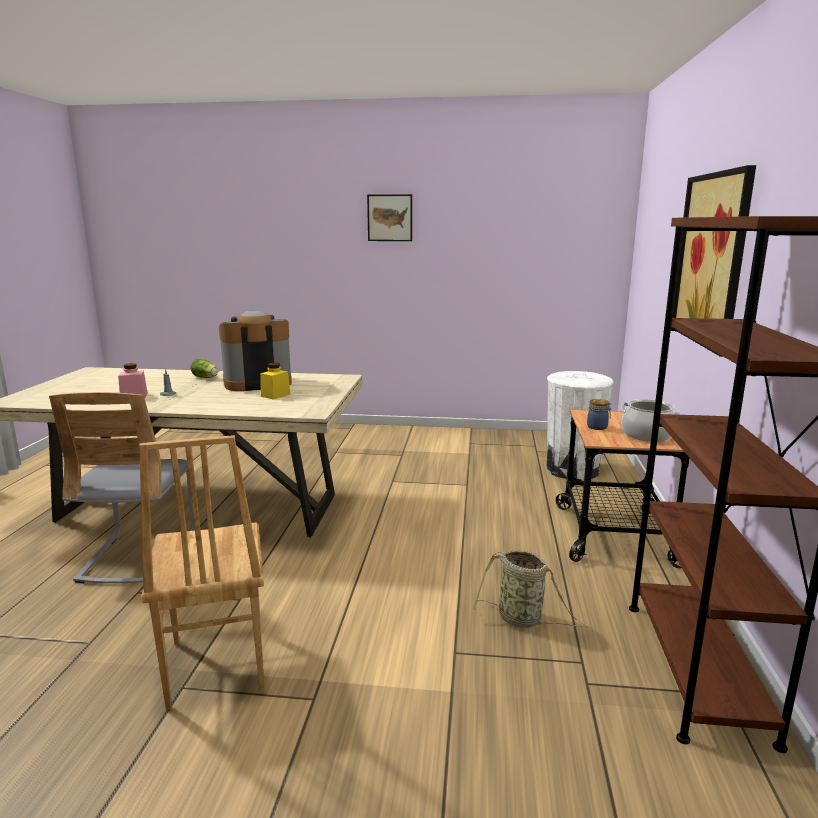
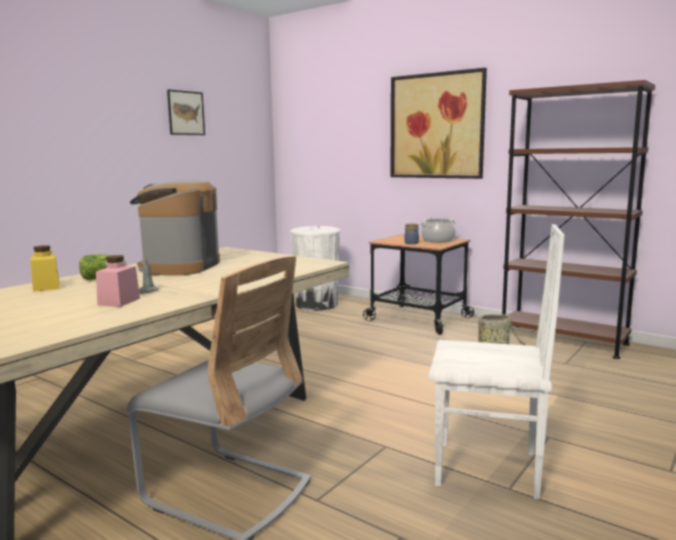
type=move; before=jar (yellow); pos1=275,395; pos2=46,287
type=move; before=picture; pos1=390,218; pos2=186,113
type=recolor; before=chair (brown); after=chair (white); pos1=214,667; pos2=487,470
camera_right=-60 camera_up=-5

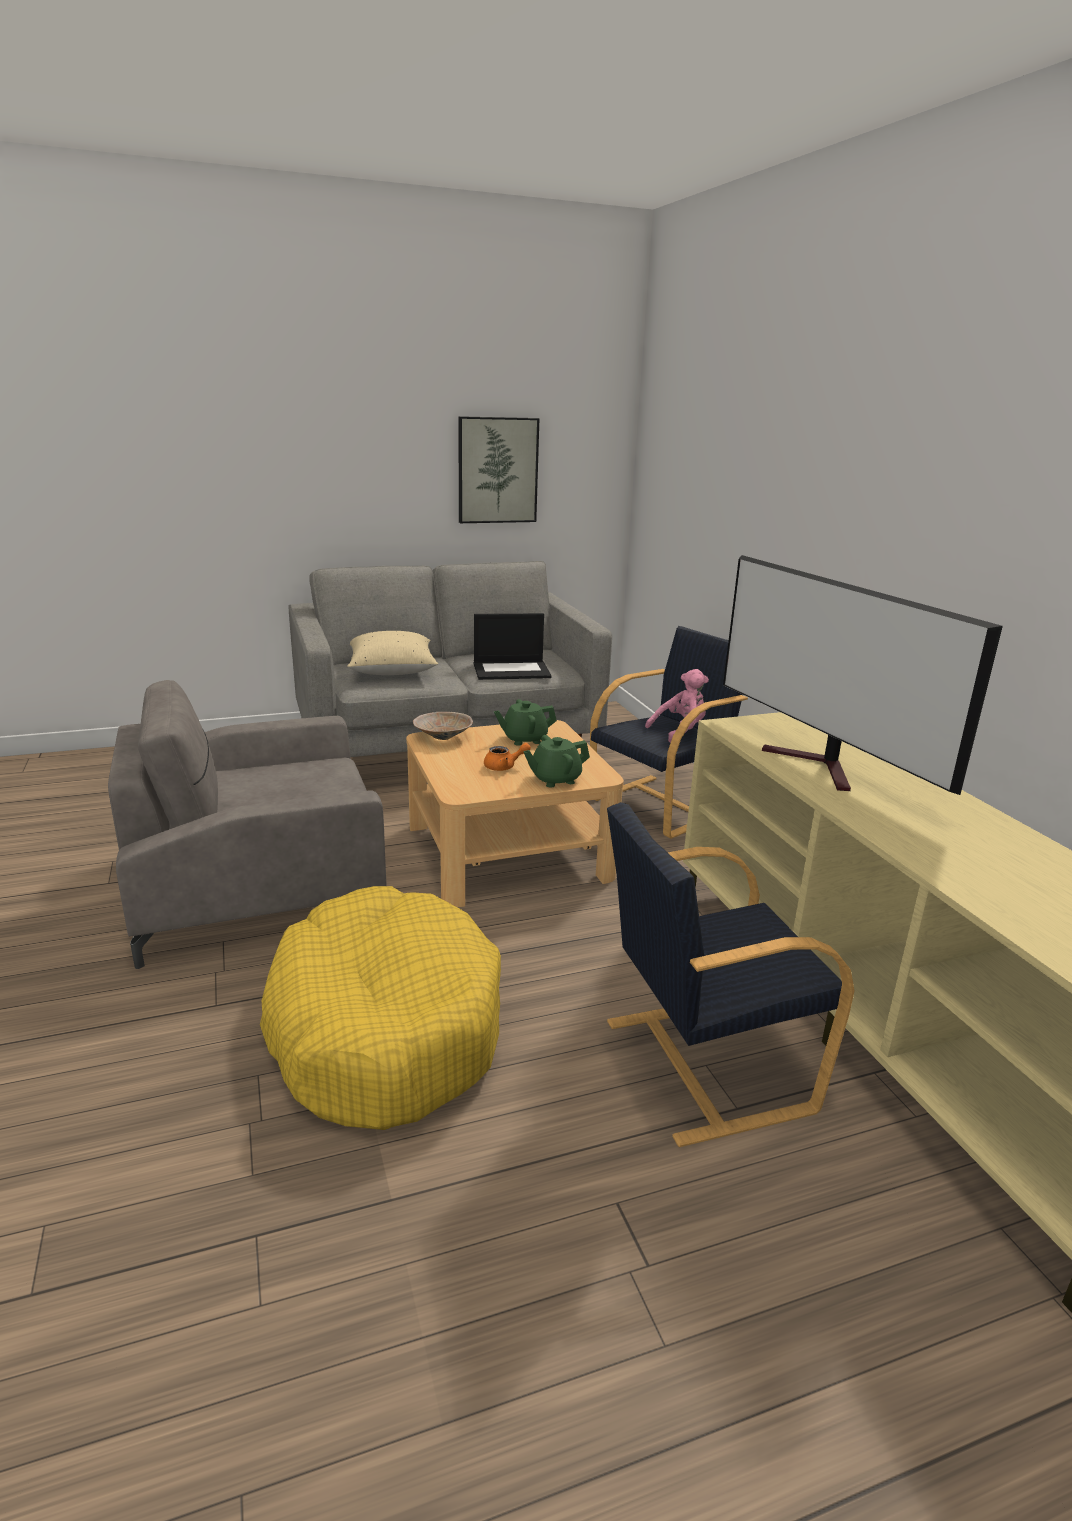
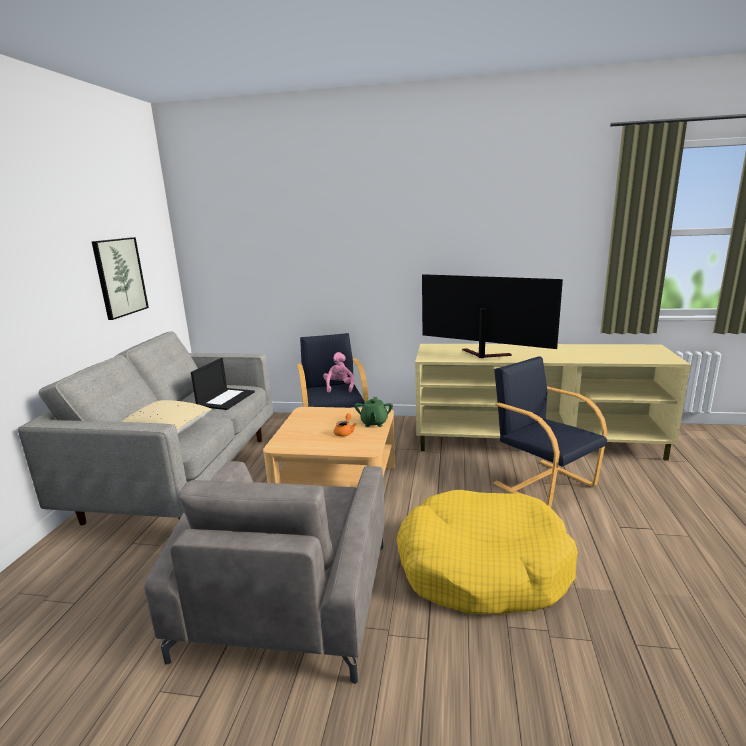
type=delete; before=bowl (beige); pos1=442,736
type=delete; before=teapot (green); pos1=524,739
type=rotate; before=armchair (black); pos1=702,1064; pos2=543,483; turn=135
type=rotate; before=television; pos1=821,767; pos2=482,355; turn=-150
camera_right=-60 camera_up=-5

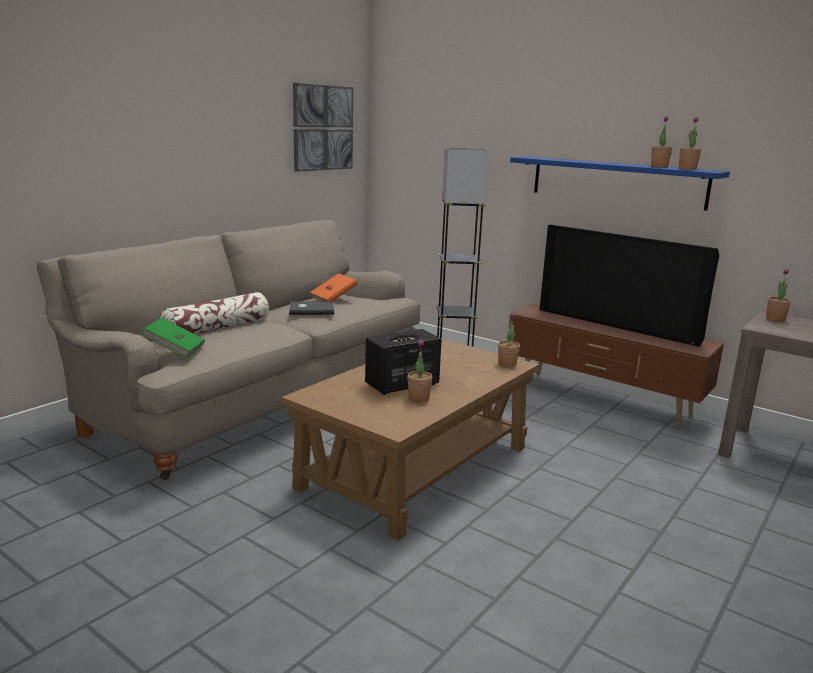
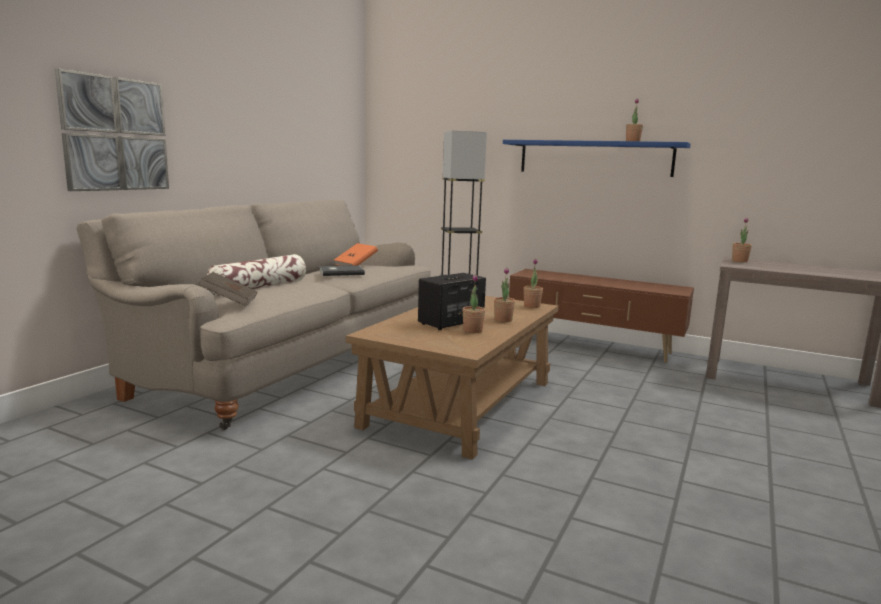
type=delete; before=television; pos1=618,325
type=move; before=picture; pos1=323,128; pos2=115,134
type=move; before=potted plant; pos1=687,169; pos2=503,320
type=recolor; before=book (green); after=book (brown); pos1=175,350; pos2=229,301
camera_right=-10 camera_up=-5

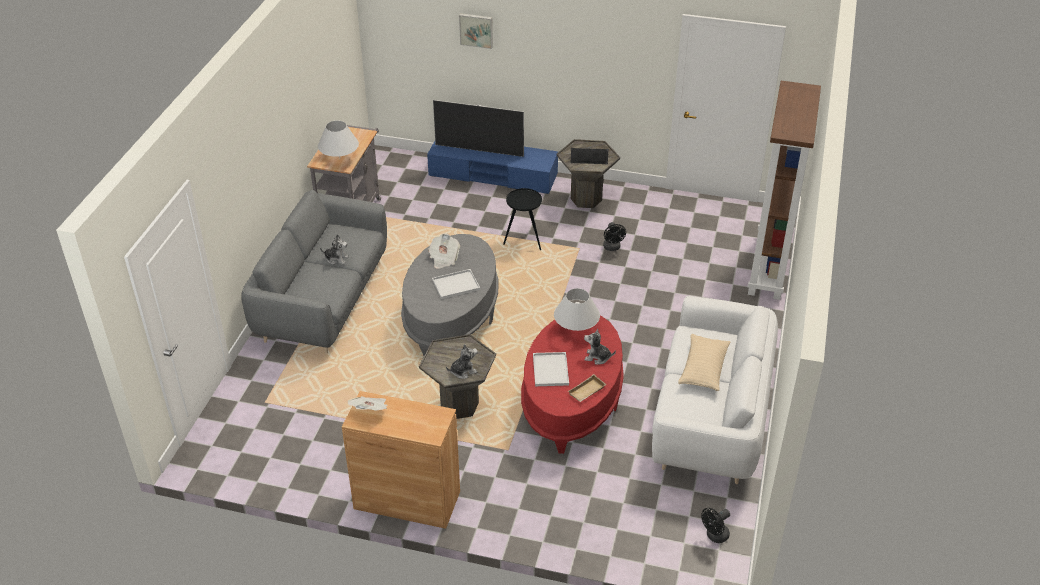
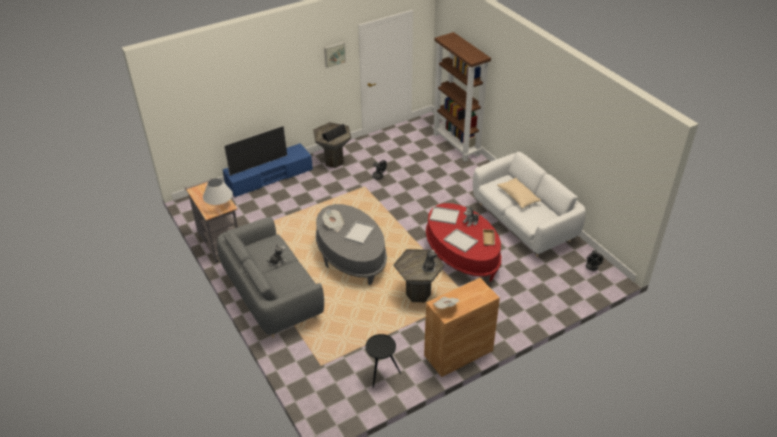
type=move; before=picture; pos1=476,30; pos2=334,54
type=move; before=side table (black); pos1=524,240; pos2=381,374
type=replace; before=table lamp (white); after=tray (white); pos1=576,329; pos2=443,216
camera_right=-45 camera_up=0

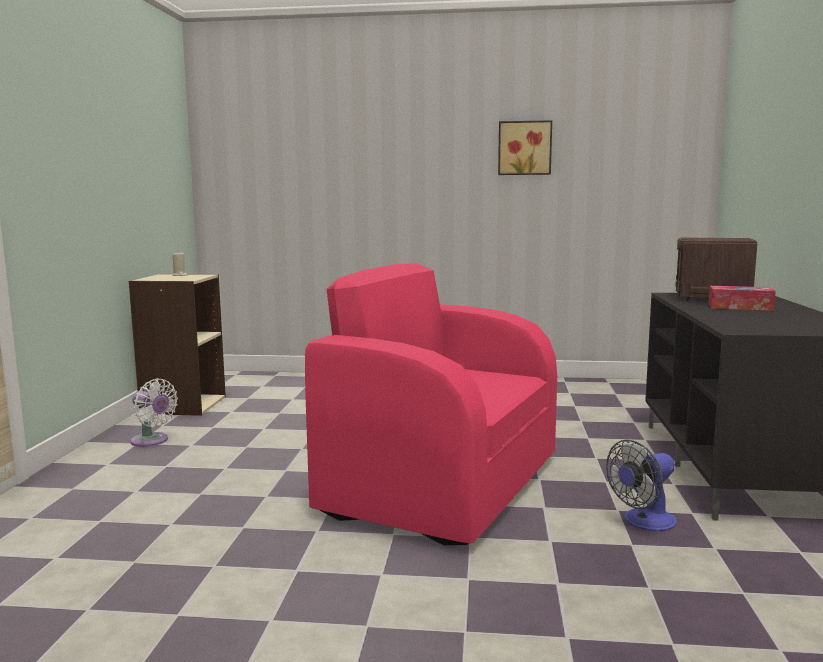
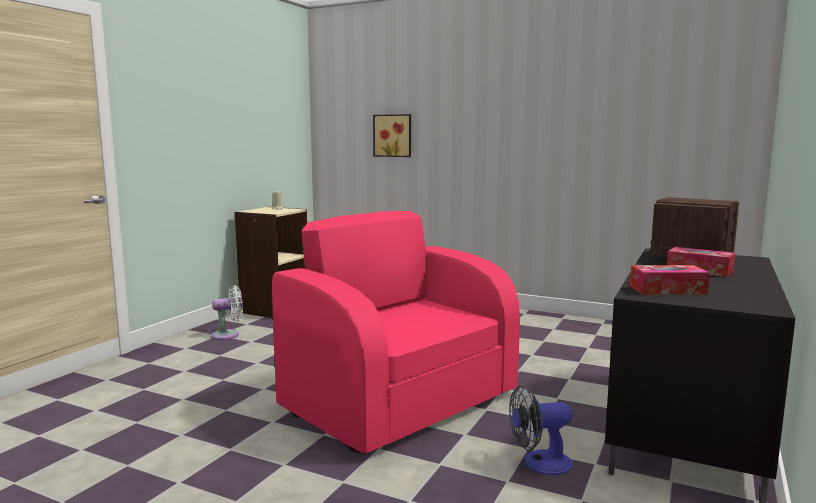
type=insert; after=tissue box; pos2=667,290
type=move; before=picture; pos1=524,148; pos2=393,135
type=rotate; before=fan (white); pos1=152,441; pos2=228,335; turn=-75
camera_right=20 camera_up=0

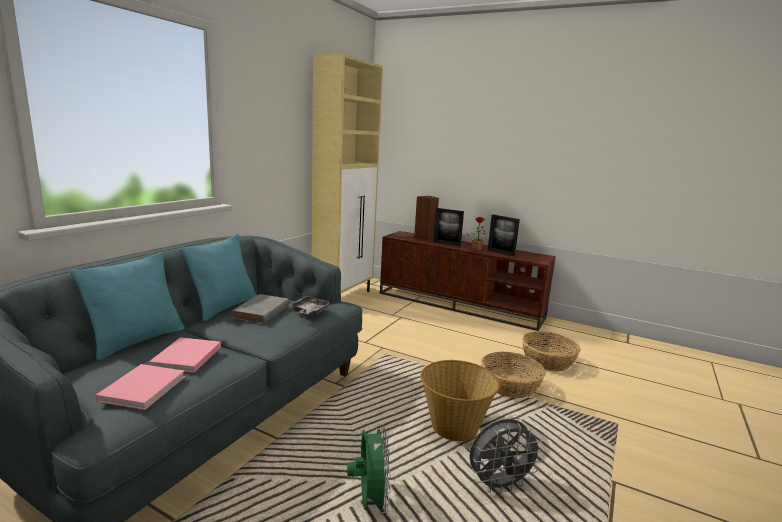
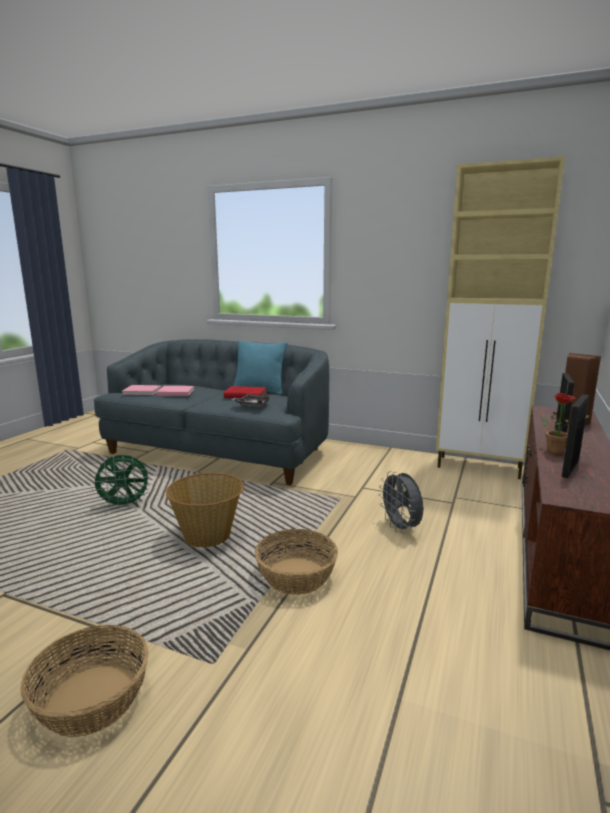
type=delete; before=pillow (turquoise); pos1=137,341
type=move; before=fan (grey); pos1=499,485; pos2=401,528
type=move; before=basket; pos1=548,361; pos2=91,699
type=recolor; before=book (grey); after=book (red); pos1=260,313; pos2=244,395
camera_right=85 camera_up=0

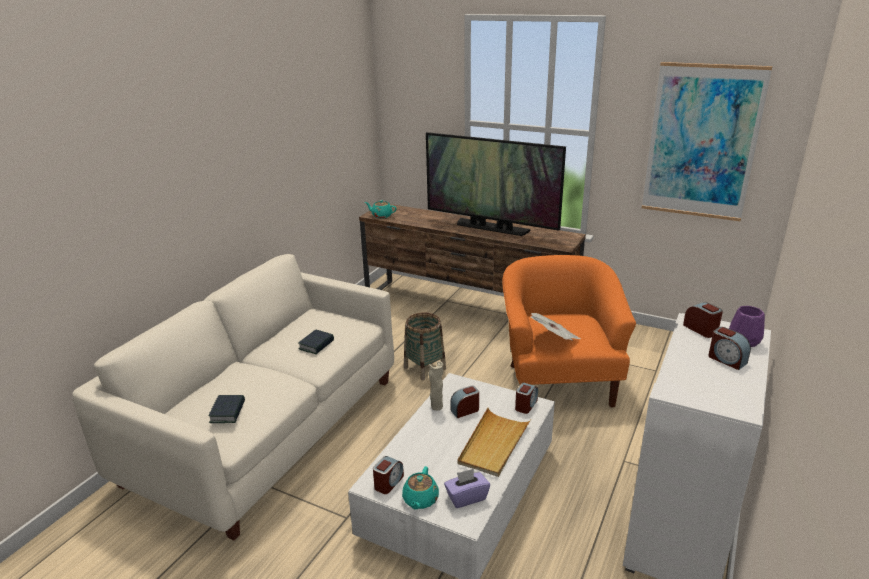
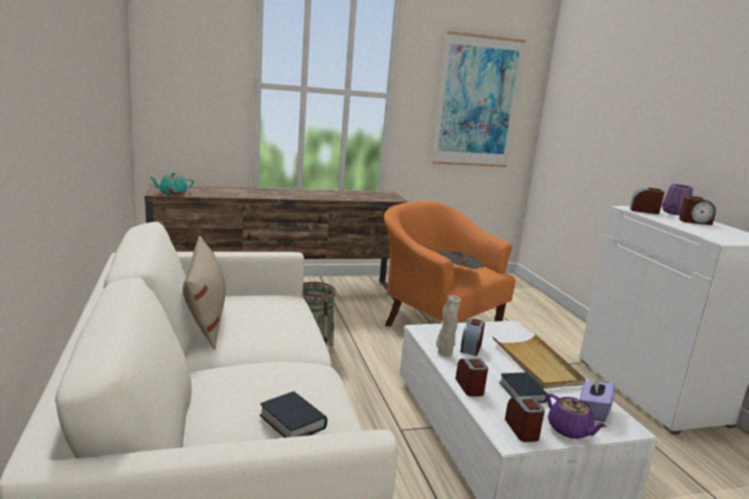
type=delete; before=television; pos1=491,228
type=insert; after=pillow (beige); pos2=206,317
type=move; before=book; pos1=316,345; pos2=522,392
type=move; before=alarm clock; pos1=526,405; pos2=470,387
type=recolor; before=teapot (turquoise); after=teapot (purple); pos1=420,500; pos2=570,430
camera_right=-45 camera_up=-10

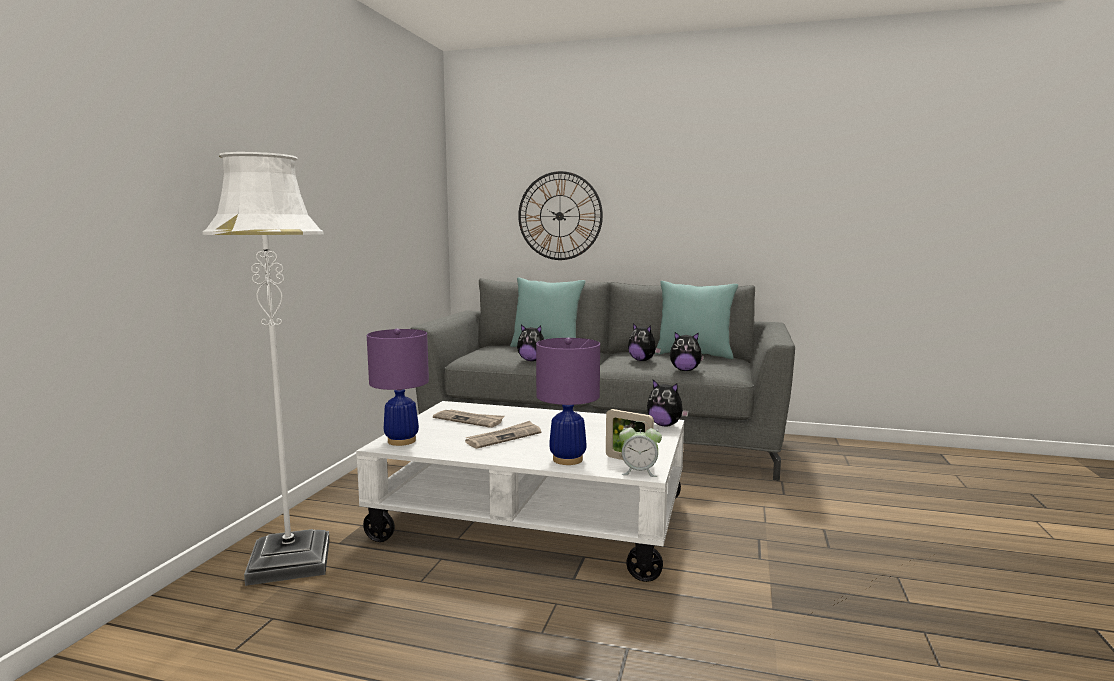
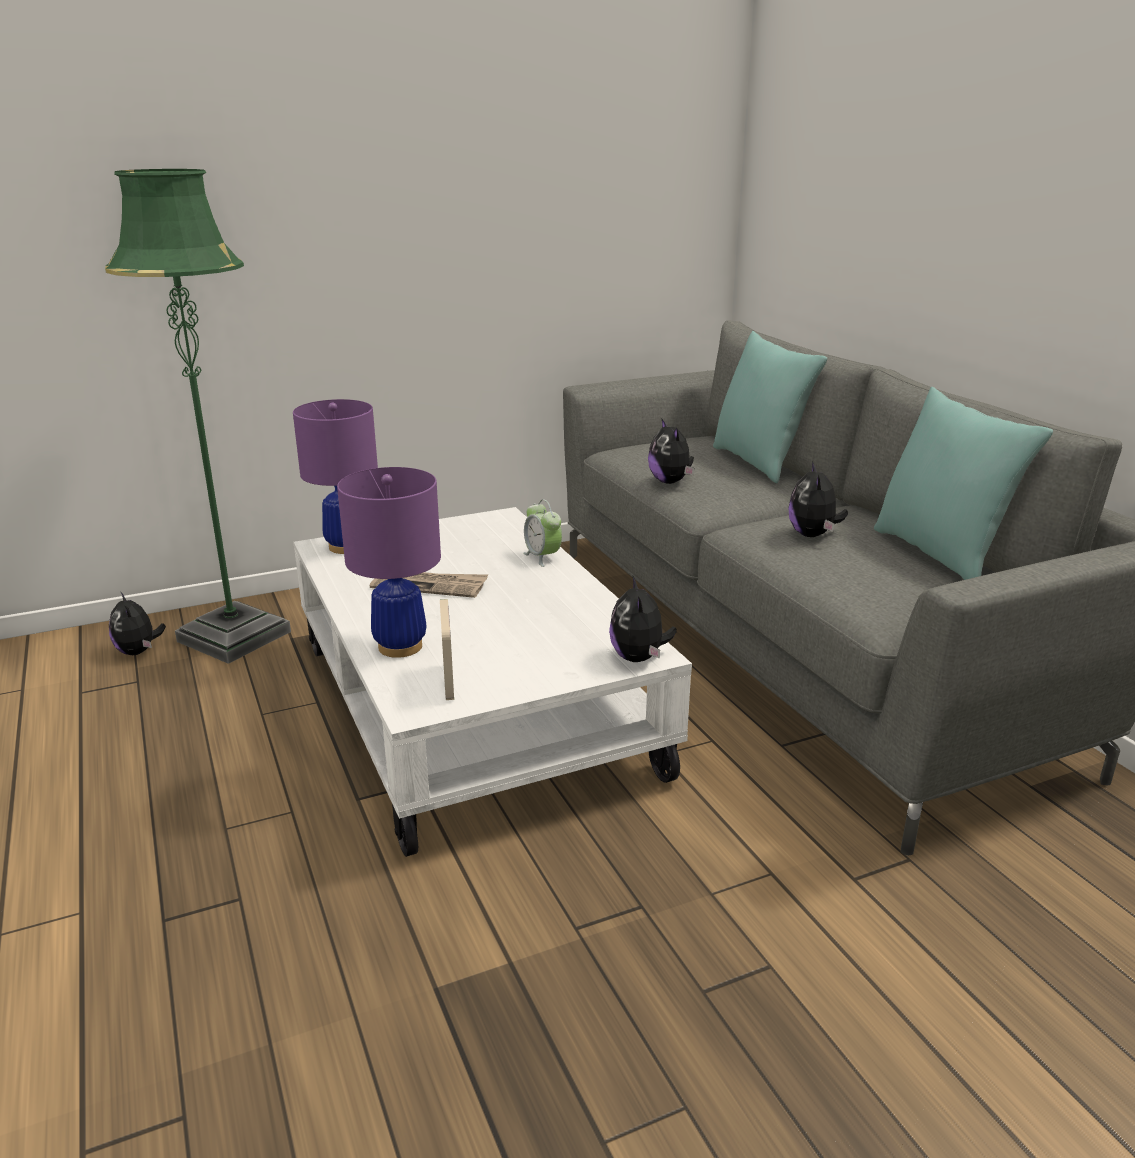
type=delete; before=newspaper; pos1=469,420
type=delete; before=wall clock; pos1=559,216
type=move; before=alarm clock; pos1=639,472; pos2=542,557
type=move; before=plush toy; pos1=685,370; pos2=139,651
type=recolor; before=floor lamp (white); after=floor lamp (green); pos1=289,561; pos2=234,636
camera_right=50 camera_up=15

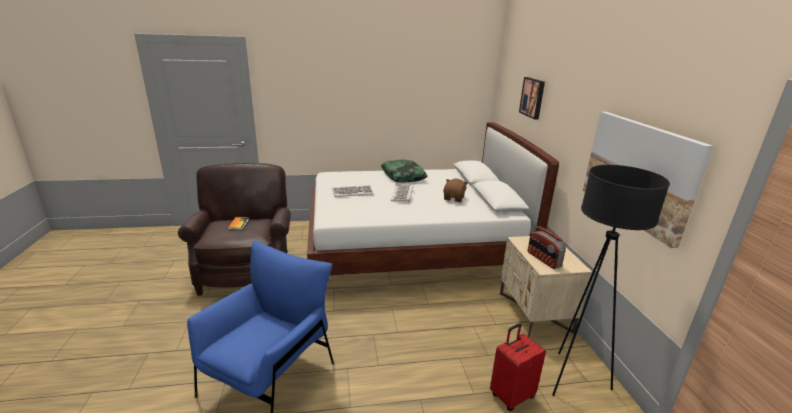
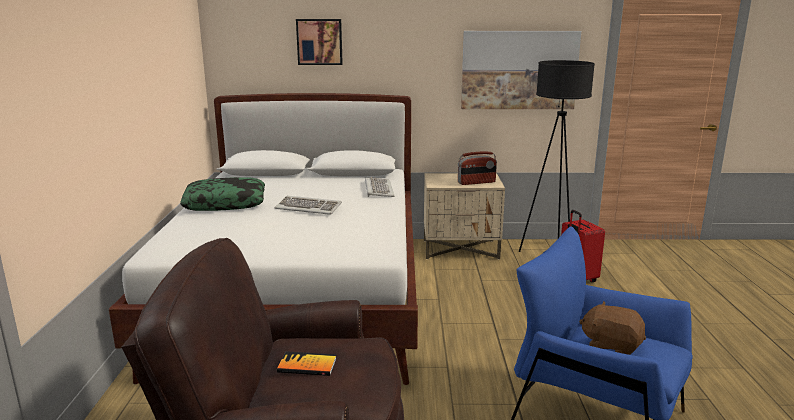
type=move; before=keyboard; pos1=352,192; pos2=378,190
type=move; before=plush toy (brown); pos1=454,198; pos2=611,346
camera_right=-80 camera_up=-5

